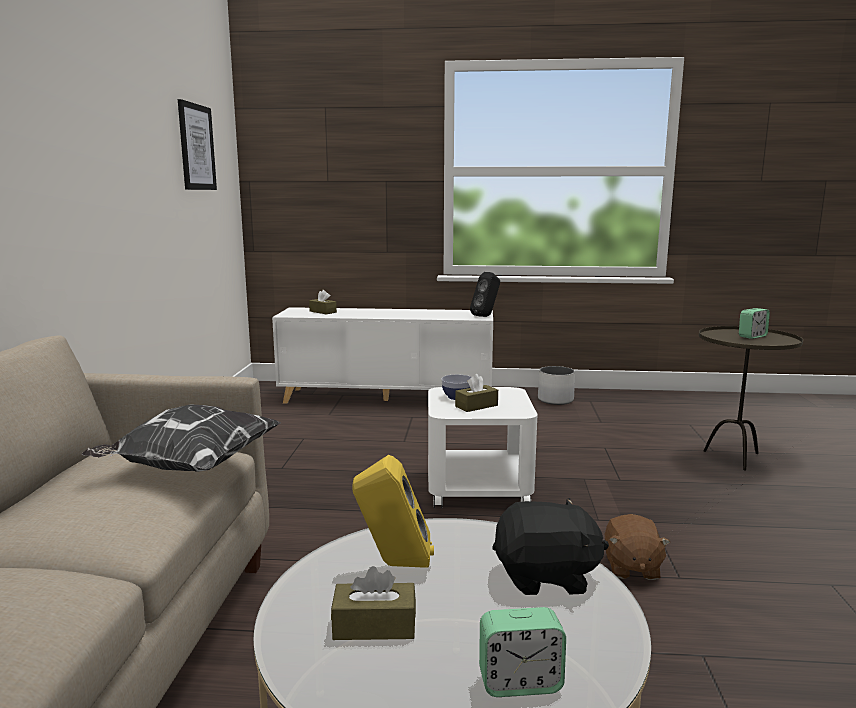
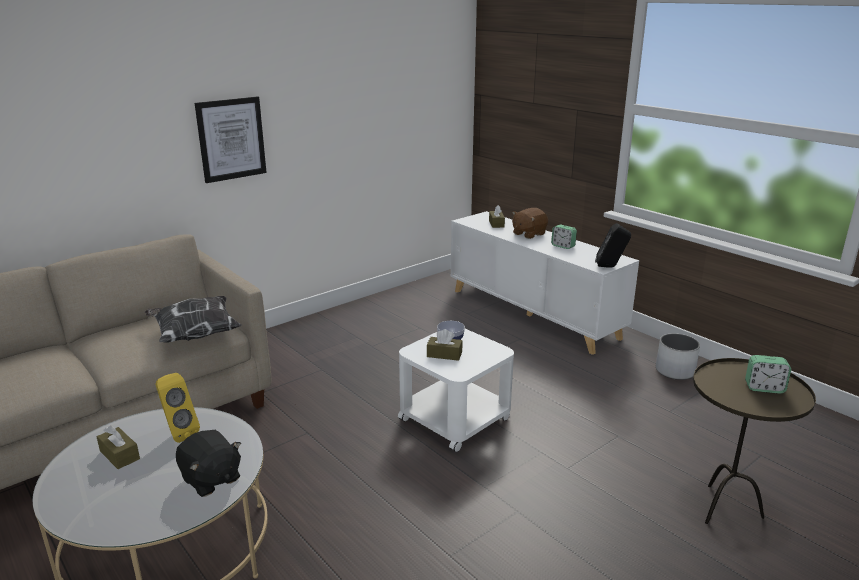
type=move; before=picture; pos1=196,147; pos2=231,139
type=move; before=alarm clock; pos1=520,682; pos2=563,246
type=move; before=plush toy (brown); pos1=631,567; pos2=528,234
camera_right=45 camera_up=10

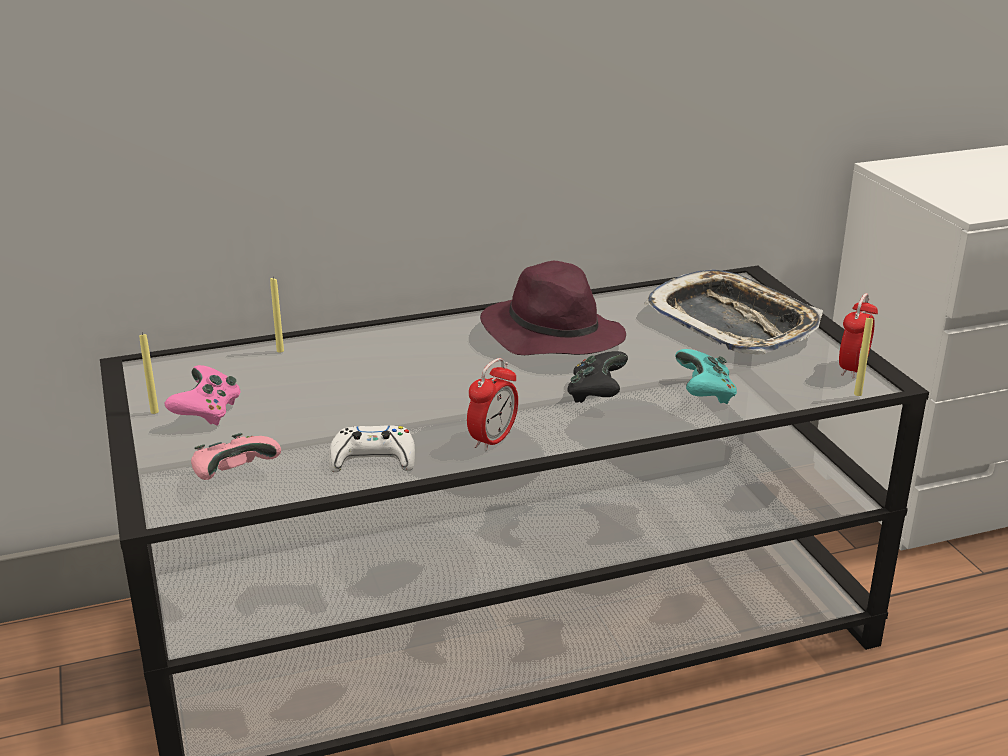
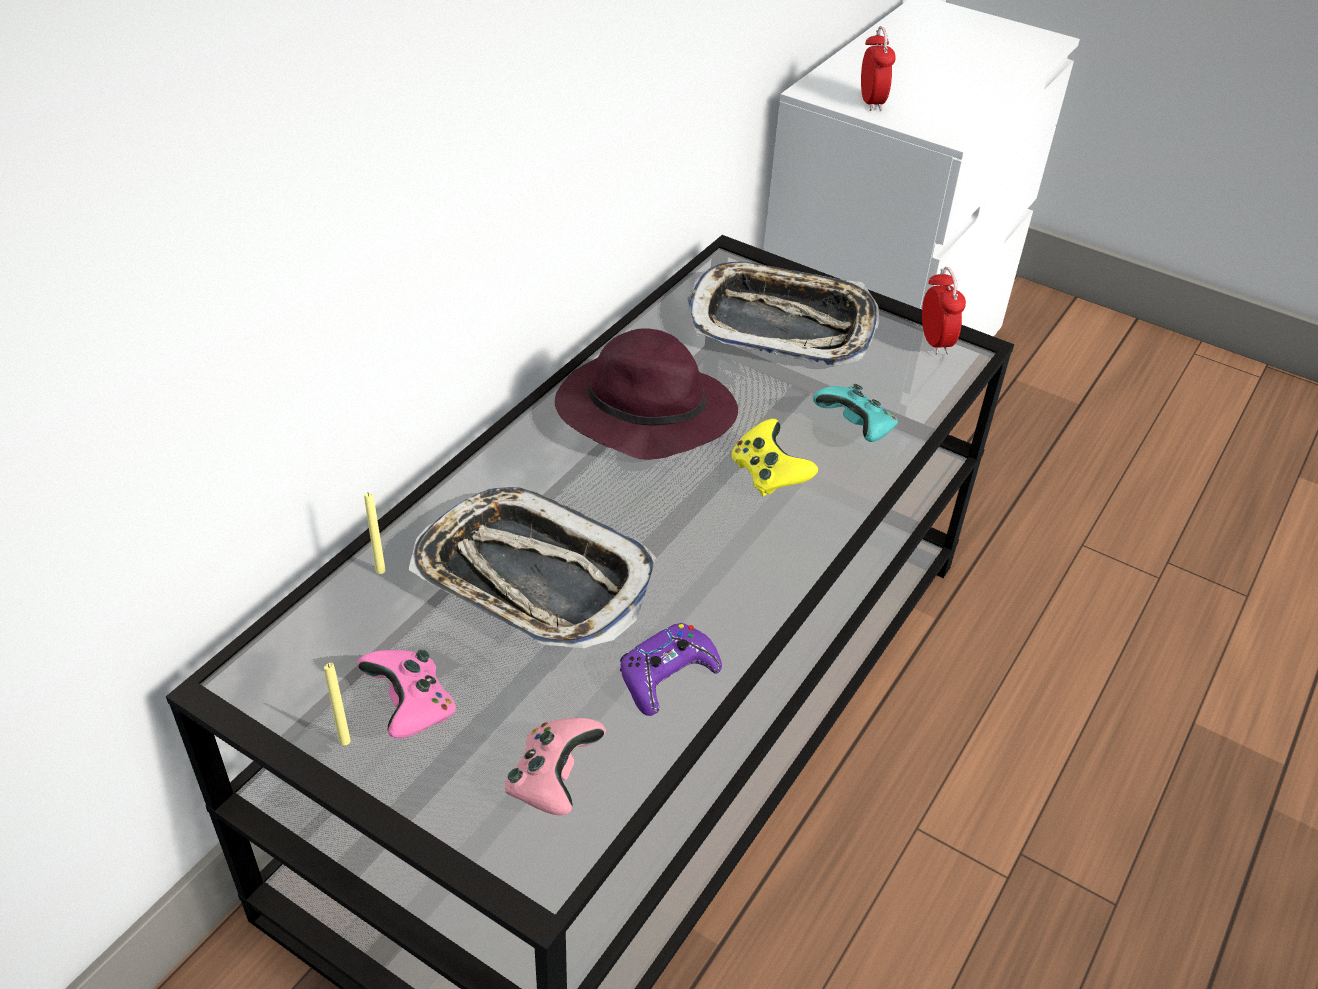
type=delete; before=candle (yellow); pos1=857,394
type=insert; after=tray; pos2=532,579
type=move; before=alarm clock; pos1=493,440; pos2=871,102
type=recolor; before=game controller (white); after=game controller (purple); pos1=373,460; pos2=667,676
type=recolor; before=game controller (black); after=game controller (yellow); pos1=596,394; pos2=768,475
camera_right=-40 camera_up=15

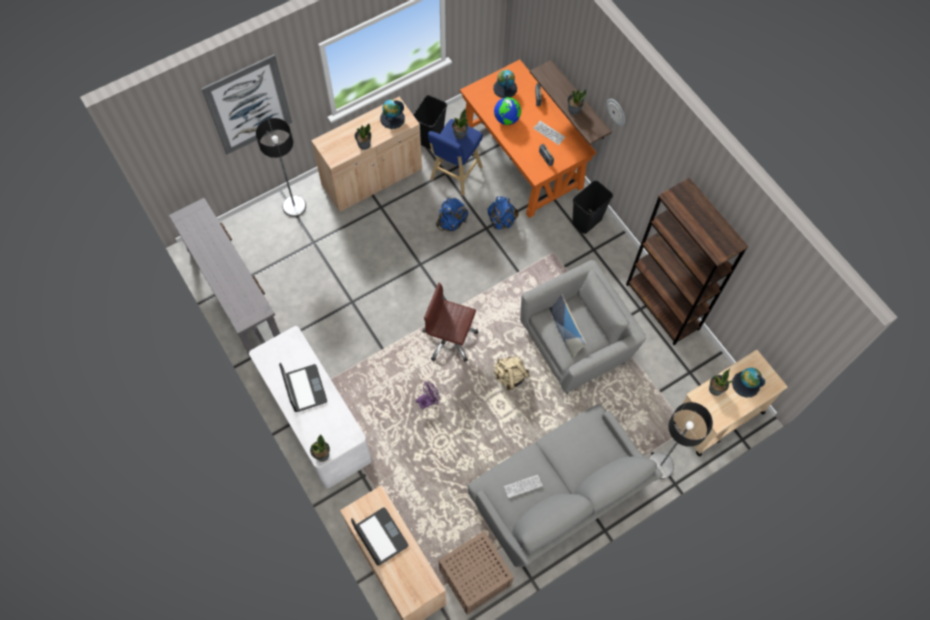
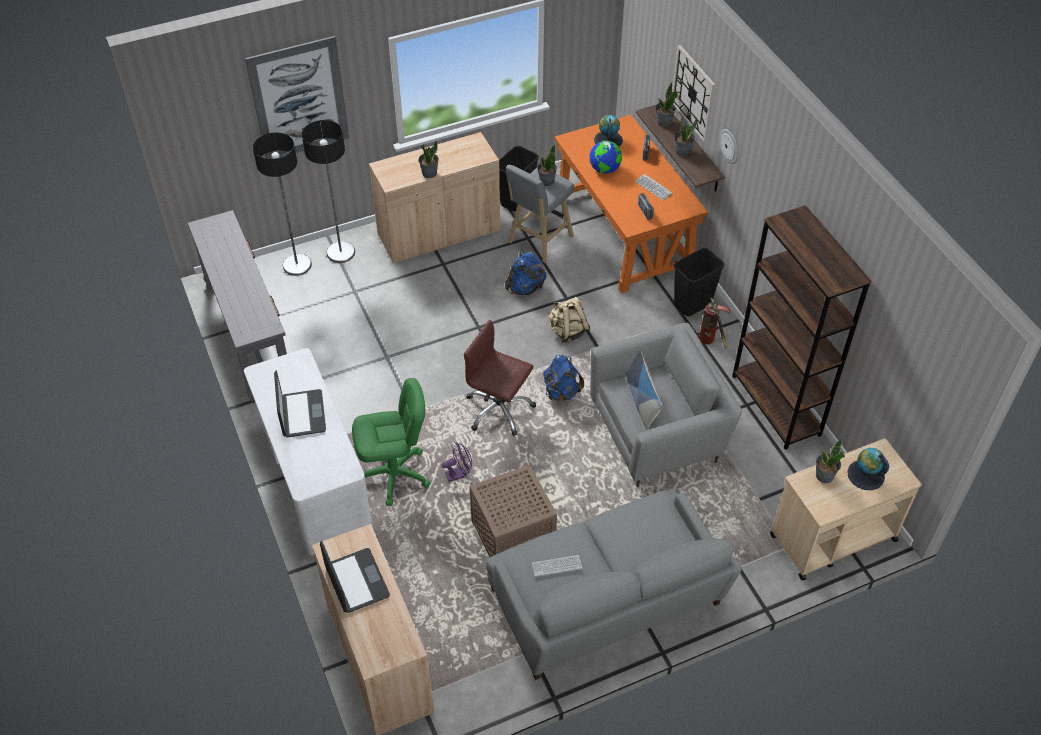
type=delete; before=globe; pos1=392,118
type=insert; after=office chair (green); pos2=394,474
type=insert; after=wall clock; pos2=693,93
type=insert; after=fire extinguisher; pos2=711,342
type=move; before=potted plant; pos1=322,455; pos2=663,122
type=move; before=side table (brown); pos1=474,579; pos2=512,537
type=move; before=backpack (blue); pos1=501,221; pos2=561,392
type=move; before=backpack (beige); pos1=510,376; pos2=568,331
type=move; before=floor lamp; pos1=660,466; pos2=297,265
type=recolor; before=stool (blue); after=stool (grey); pos1=454,175; pos2=538,241
camera_right=10 camera_up=-15

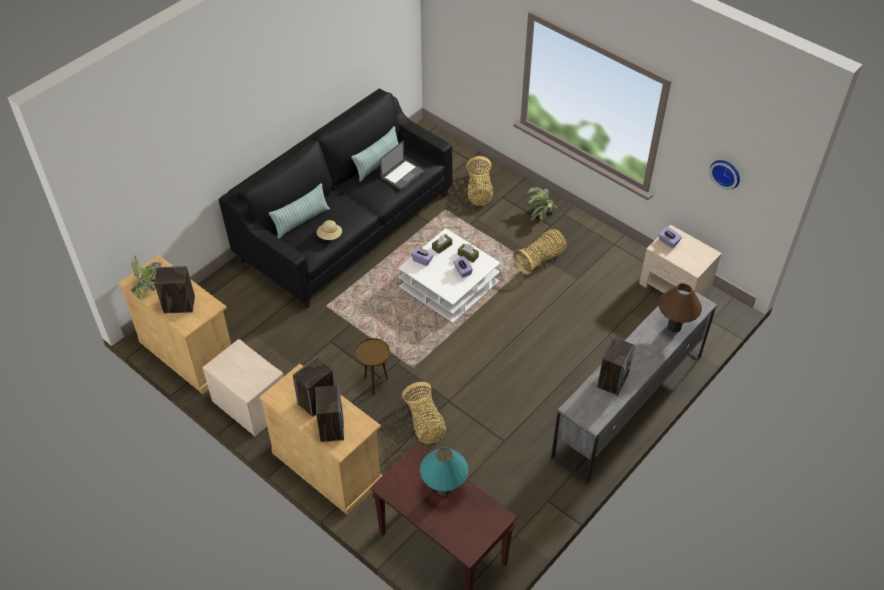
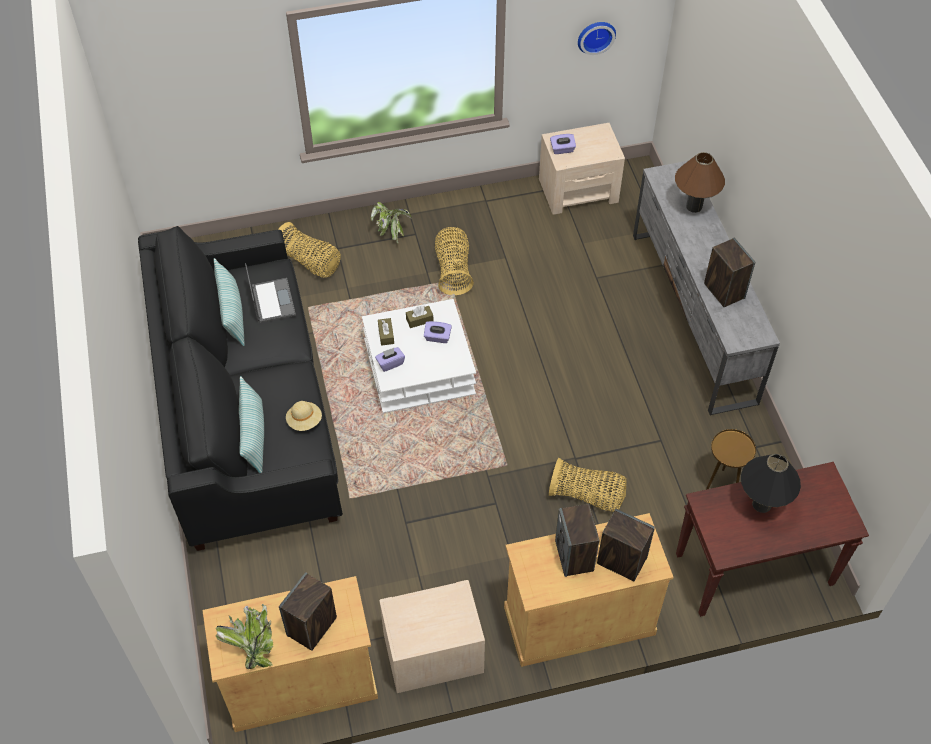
type=move; before=side table (brown); pos1=375,383; pos2=722,484
type=recolor; before=table lamp (turquoise); after=table lamp (black); pos1=444,489; pos2=761,504
camera_right=-55 camera_up=5

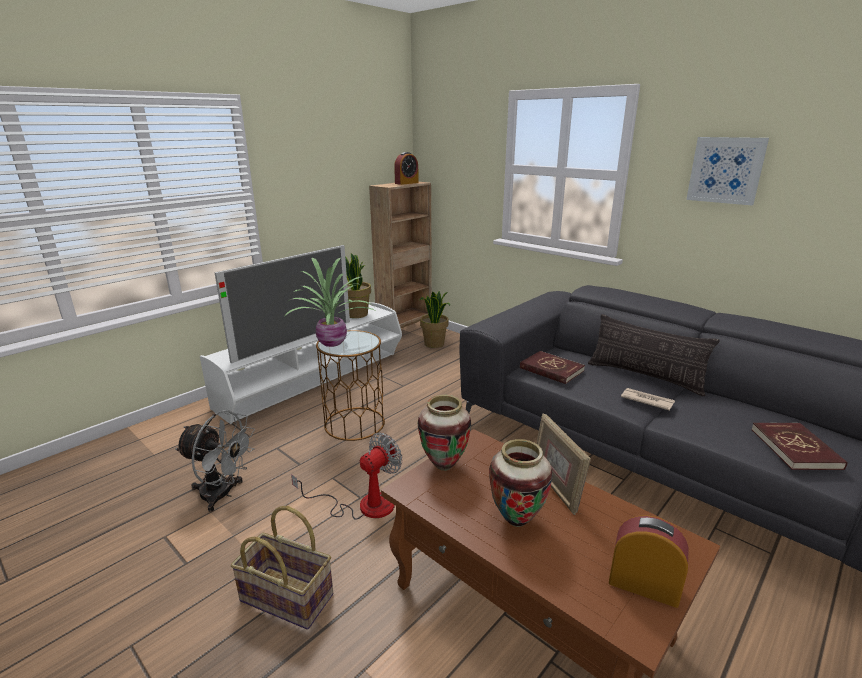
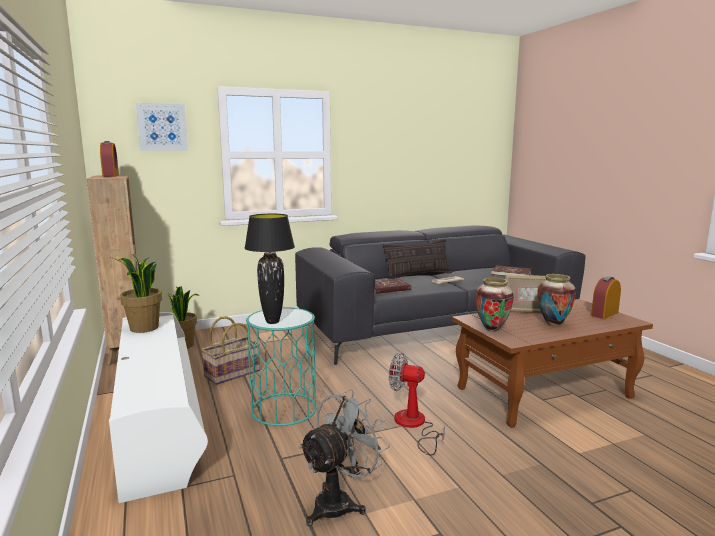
type=delete; before=television; pos1=295,340
type=move; before=basket; pos1=288,596; pos2=232,373
type=move; before=picture; pos1=726,170; pos2=162,127
type=replace; before=potted plant; after=table lamp (black); pos1=333,342; pos2=272,322
type=recolor; before=side table (brown); after=side table (turquoise); pos1=355,423; pos2=284,409
type=rotate; before=fan; pos1=363,505; pos2=414,425; turn=-45
camera_right=-65 camera_up=-10

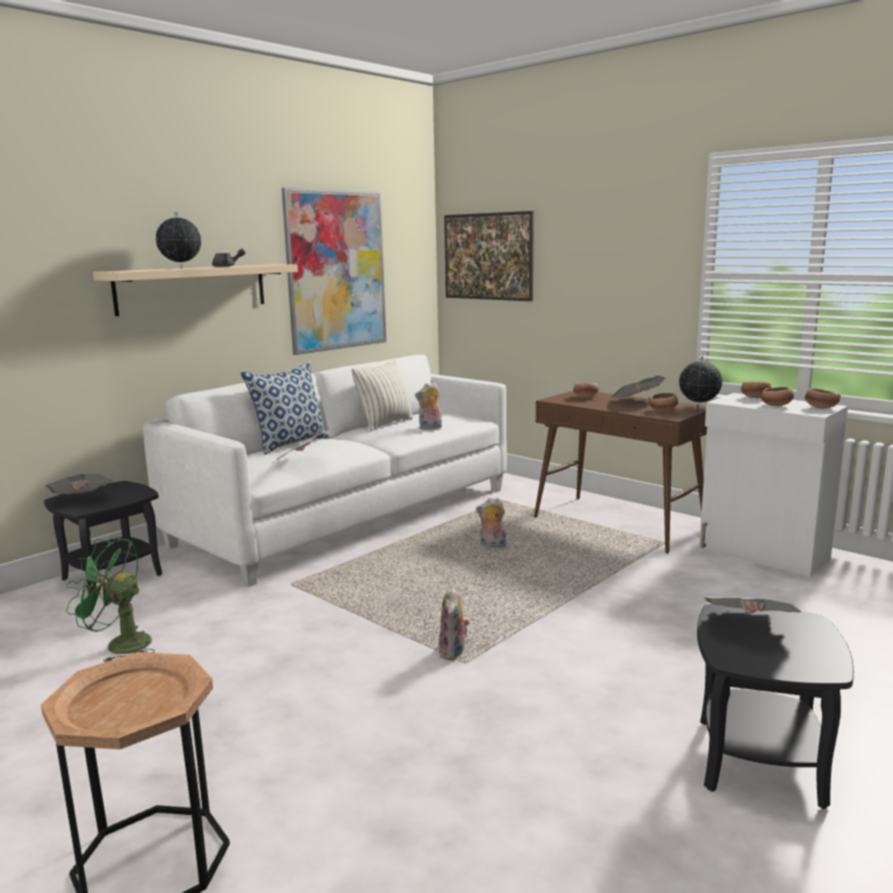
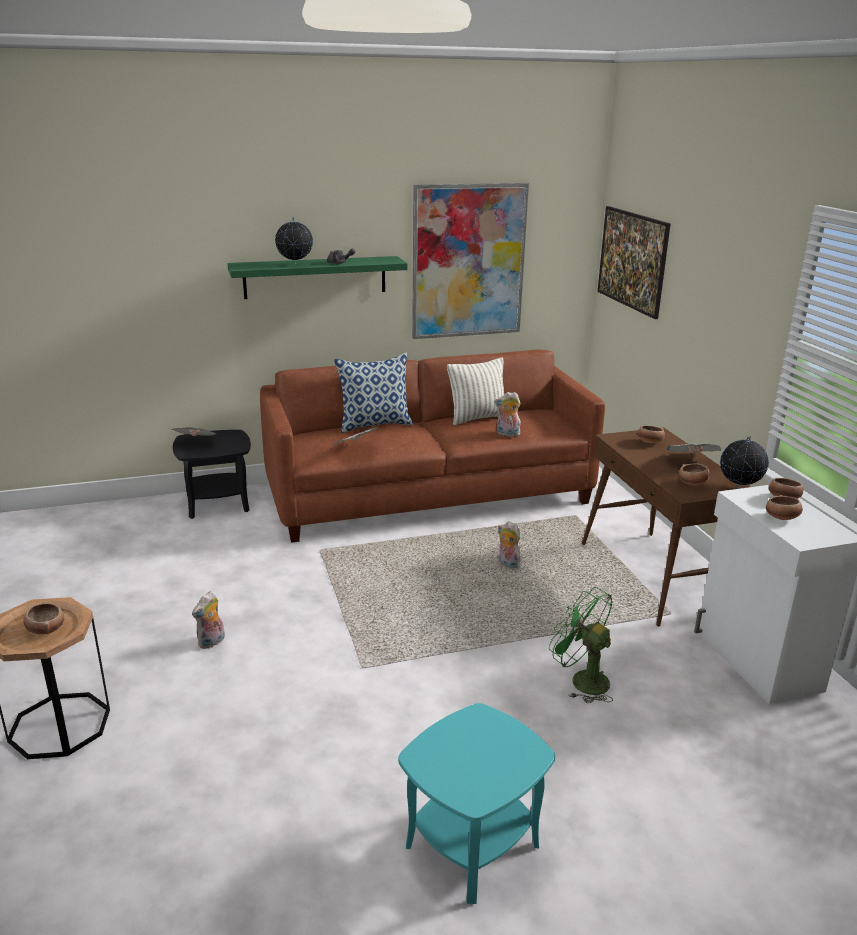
type=delete; before=newspaper; pos1=748,628
type=move; before=fan (green); pos1=119,645; pos2=582,680
type=move; before=plush toy; pos1=454,652; pos2=212,642
type=move; before=bowl; pos1=820,408; pos2=46,629
type=recolor; before=shelf (beige); after=shelf (green); pos1=192,288; pos2=315,277
type=recolor; before=sofa (white); after=sofa (brown); pos1=348,516; pos2=429,494
type=recolor; before=side table (black); after=side table (turquoise); pos1=760,762; pos2=472,846
camera_right=30 camera_up=10

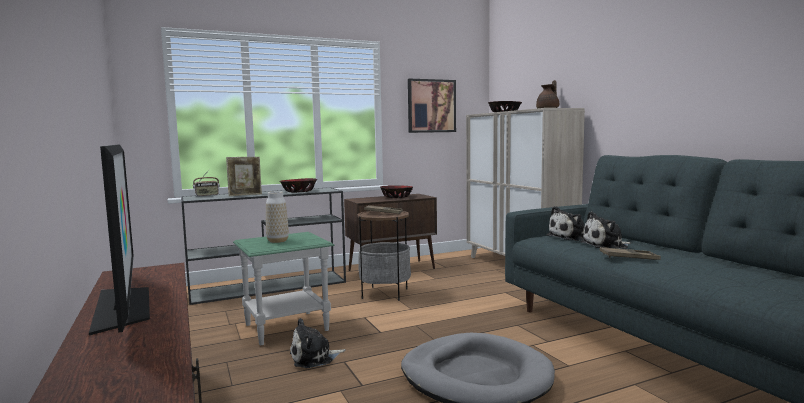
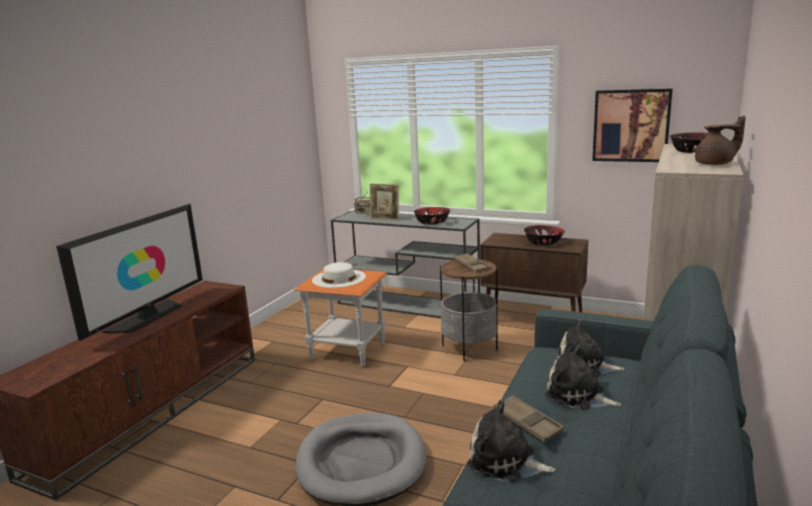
type=move; before=plush toy; pos1=314,358; pos2=505,461
type=replace; before=vase; after=hat (white); pos1=277,241; pos2=338,278
type=recolor; before=side table (green); after=side table (orange); pos1=287,327; pos2=348,351
camera_right=50 camera_up=10

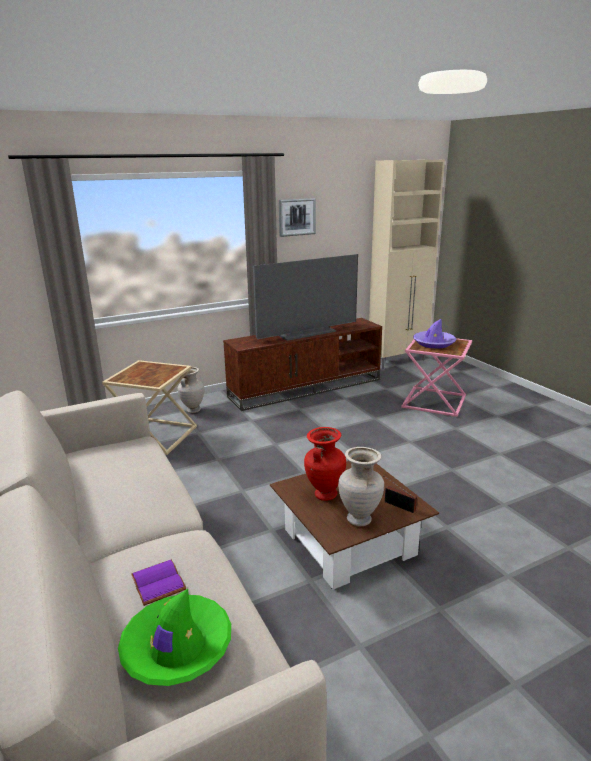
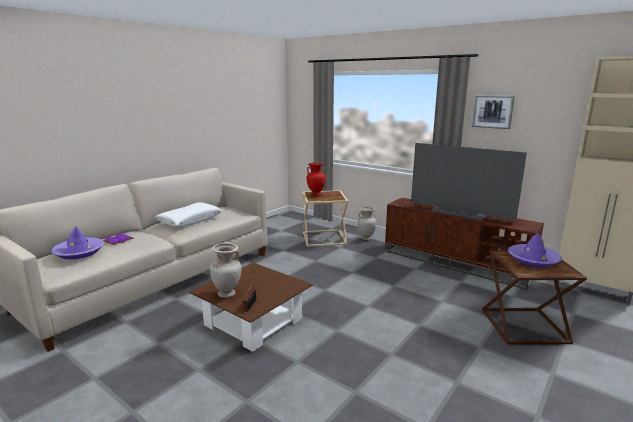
type=insert; after=pillow (white); pos2=190,220
type=move; before=vase (red); pos1=324,494; pos2=316,195
type=recolor; before=hat (green); after=hat (purple); pos1=177,647; pos2=79,252
type=recolor; before=side table (pink); after=side table (brown); pos1=433,401; pos2=524,325
camera_right=65 camera_up=-5

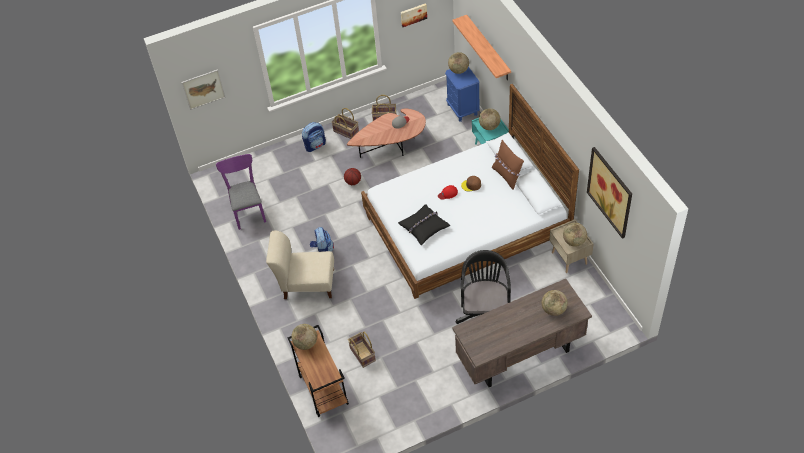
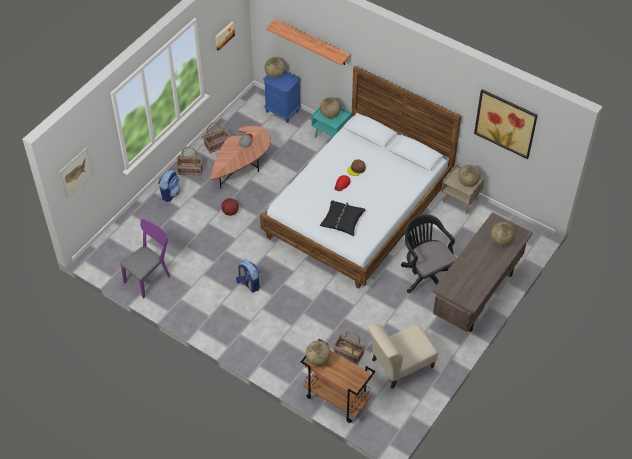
type=delete; before=pillow (brown); pos1=507,176
type=move; before=chair (beige); pos1=306,283; pos2=400,365
type=rotate; before=chair (purple); pos1=247,210; pos2=149,277; turn=90
camera_right=-35 camera_up=0

